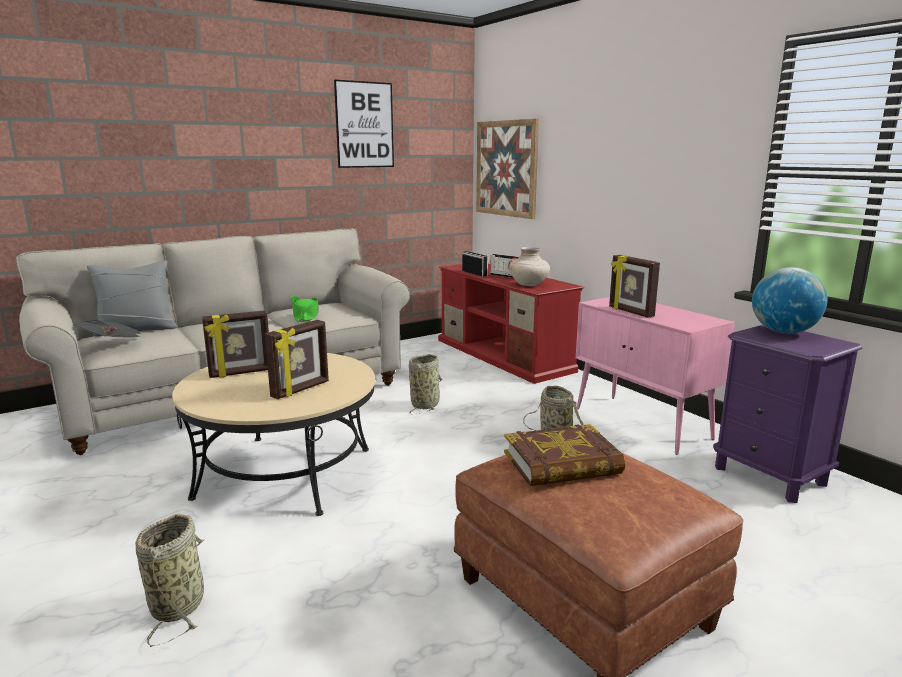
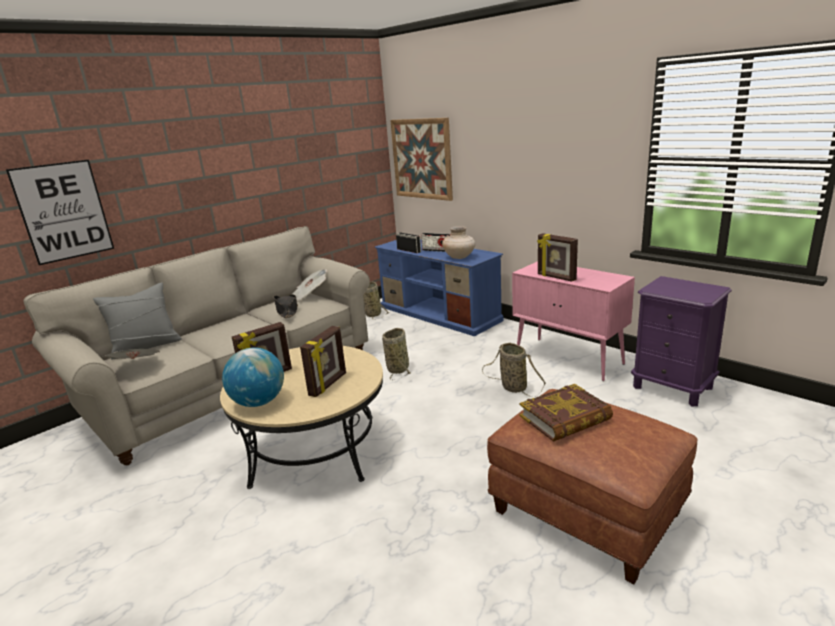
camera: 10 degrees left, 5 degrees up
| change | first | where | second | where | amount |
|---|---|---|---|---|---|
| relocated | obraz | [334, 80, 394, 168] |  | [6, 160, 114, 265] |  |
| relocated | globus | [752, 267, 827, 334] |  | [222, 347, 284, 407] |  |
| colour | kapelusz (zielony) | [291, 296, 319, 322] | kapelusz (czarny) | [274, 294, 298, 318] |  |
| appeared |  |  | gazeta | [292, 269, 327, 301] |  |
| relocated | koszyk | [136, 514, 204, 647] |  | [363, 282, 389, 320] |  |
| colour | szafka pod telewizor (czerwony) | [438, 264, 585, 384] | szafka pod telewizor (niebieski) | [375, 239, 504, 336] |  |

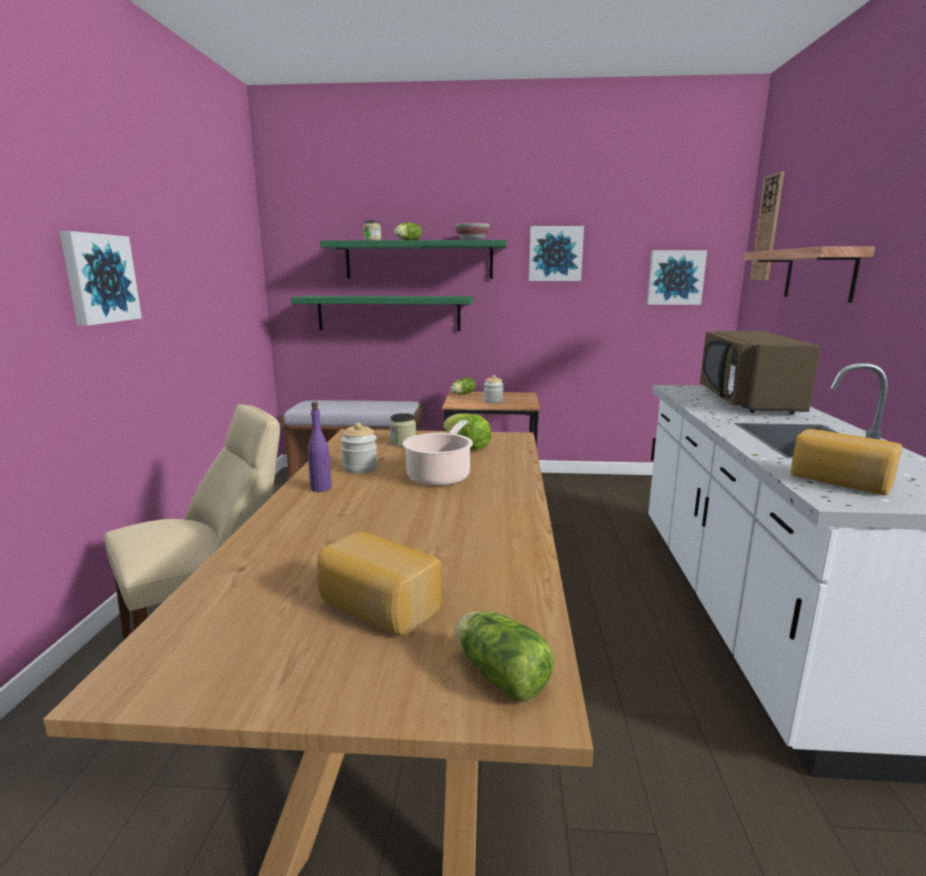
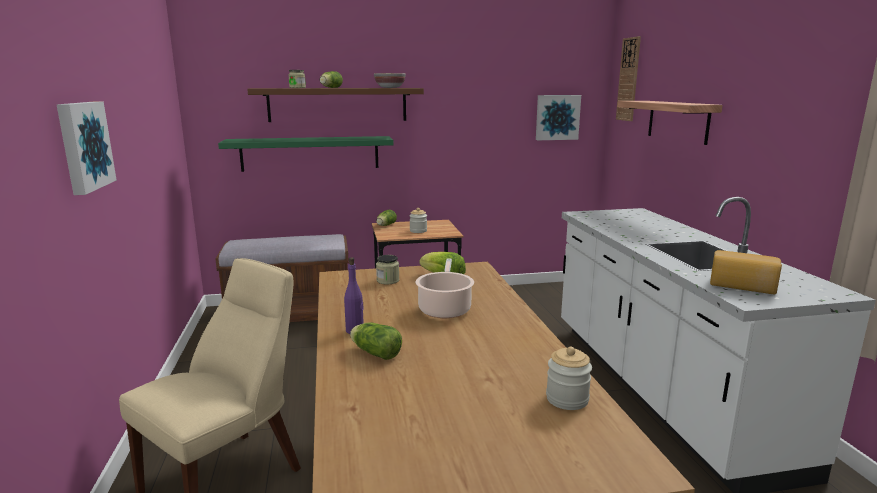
camera: 15 degrees left, 0 degrees up
| change | first | where | second | where | amount |
|---|---|---|---|---|---|
| colour | półka (zielony) | [320, 240, 507, 279] | półka (brązowy) | [247, 88, 424, 122] |  |
| relocated | sałata | [455, 611, 554, 701] |  | [350, 322, 402, 360] |  |
| relocated | słoik | [341, 423, 378, 473] |  | [546, 347, 592, 410] |  |
| missing | chleb | [317, 532, 441, 636] |  |  |  |
| missing | obraz | [529, 226, 584, 281] |  |  |  |
| missing | mikrofalówka (brązowy) | [700, 331, 821, 414] |  |  |  |

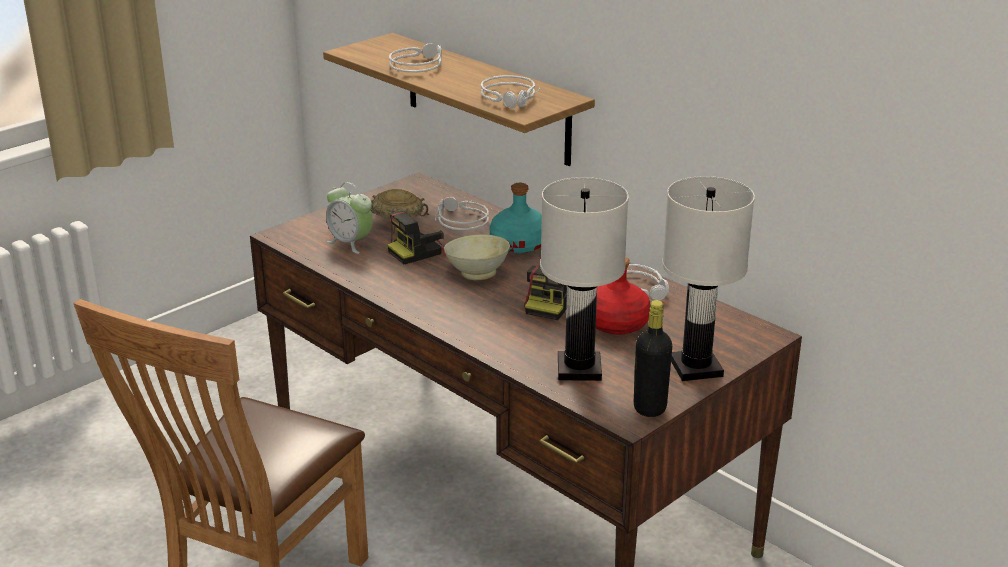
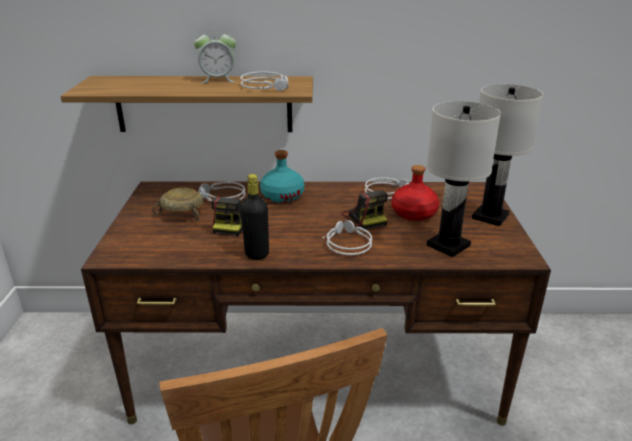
camera: 45 degrees left, 0 degrees up
| change | first | where | second | where | amount |
|---|---|---|---|---|---|
| relocated | budzik | [326, 182, 373, 254] |  | [194, 28, 236, 83] |  |
| relocated | butelka (czarny) | [634, 300, 672, 417] |  | [241, 174, 269, 260] |  |
| relocated | słuchawki (szary) | [389, 43, 442, 73] |  | [323, 220, 372, 255] |  |
| missing | miska (beżowy) | [444, 235, 510, 280] |  |  |  |

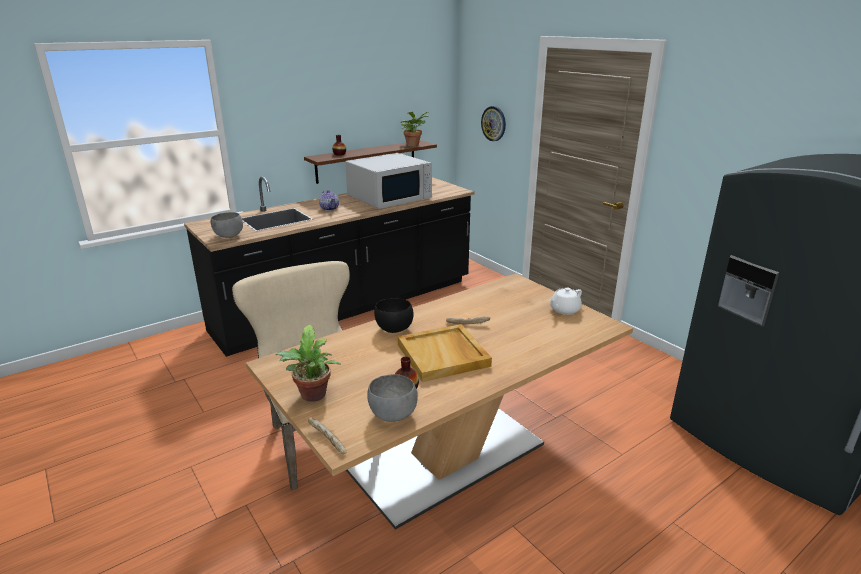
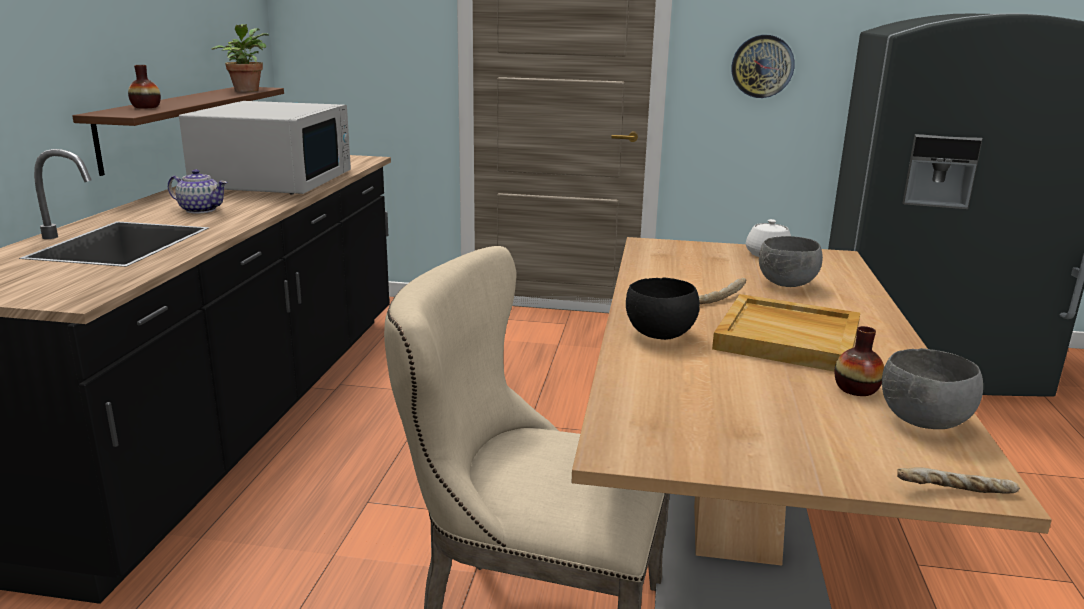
camera: 45 degrees left, 5 degrees down
| change | first | where | second | where | amount |
|---|---|---|---|---|---|
| relocated | zegar ścienny | [481, 106, 506, 141] |  | [732, 35, 795, 98] |  |
| relocated | miska (szary) | [211, 212, 243, 238] |  | [759, 236, 823, 287] |  |
| missing | roślina doniczkowa | [275, 325, 341, 402] |  |  |  |

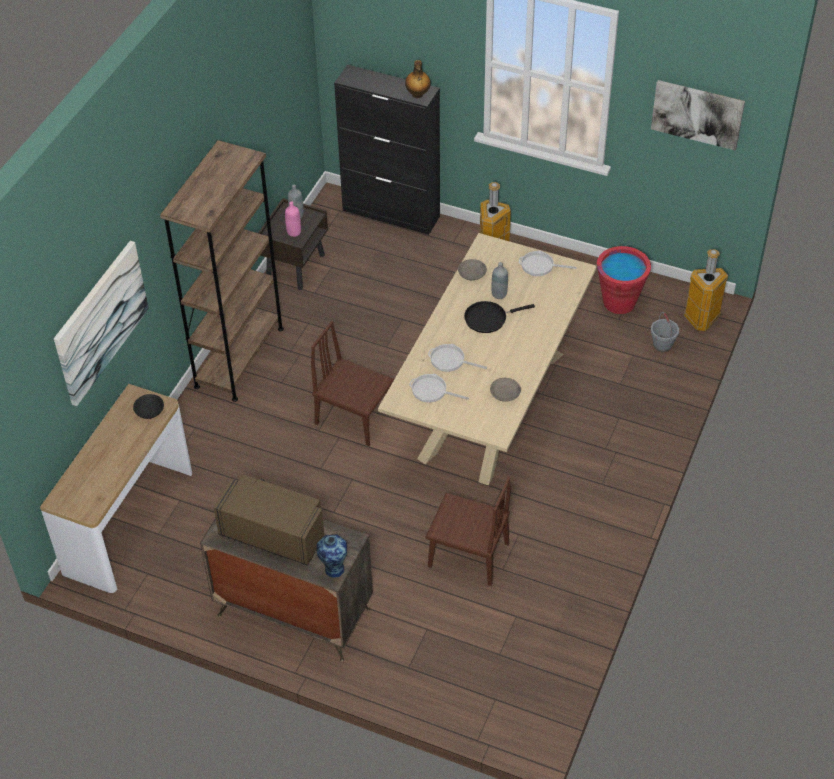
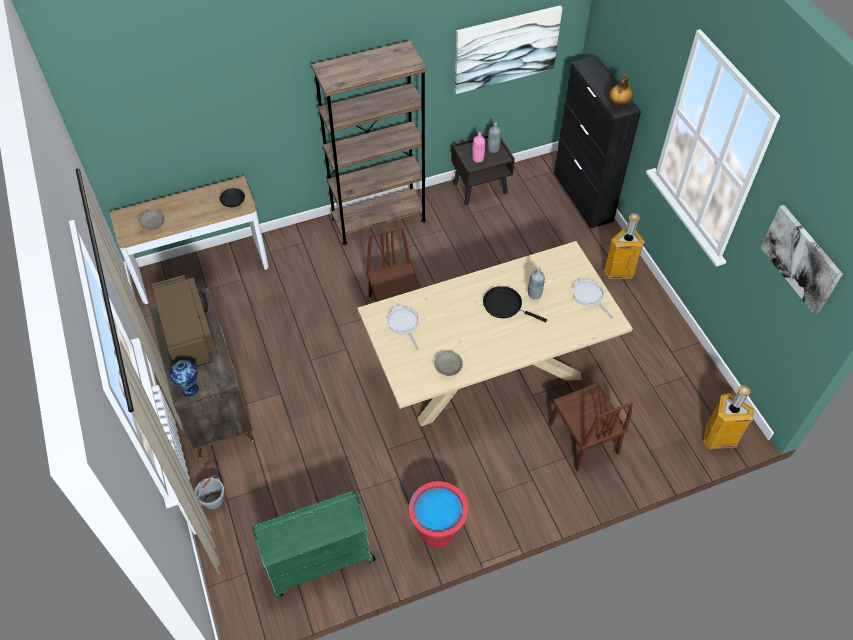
camera: 45 degrees right, 5 degrees up
| change | first | where | second | where | amount |
|---|---|---|---|---|---|
| relocated | miska (szary) | [458, 259, 487, 280] |  | [139, 210, 165, 230] |  |
| relocated | wiadro (szary) | [651, 312, 679, 352] |  | [195, 475, 225, 510] |  |
| appeared |  |  | wózek (zielony) | [252, 491, 375, 597] |  |
| relocated | wiadro (czerwony) | [597, 246, 651, 314] |  | [409, 481, 468, 548] |  |
| relocated | obraz | [54, 241, 149, 406] |  | [455, 5, 562, 94] |  |
| relocated | krzesło (brązowy) | [426, 477, 511, 586] |  | [549, 383, 633, 471] |  |
| missing | patelnia | [428, 344, 487, 372] |  |  |  |

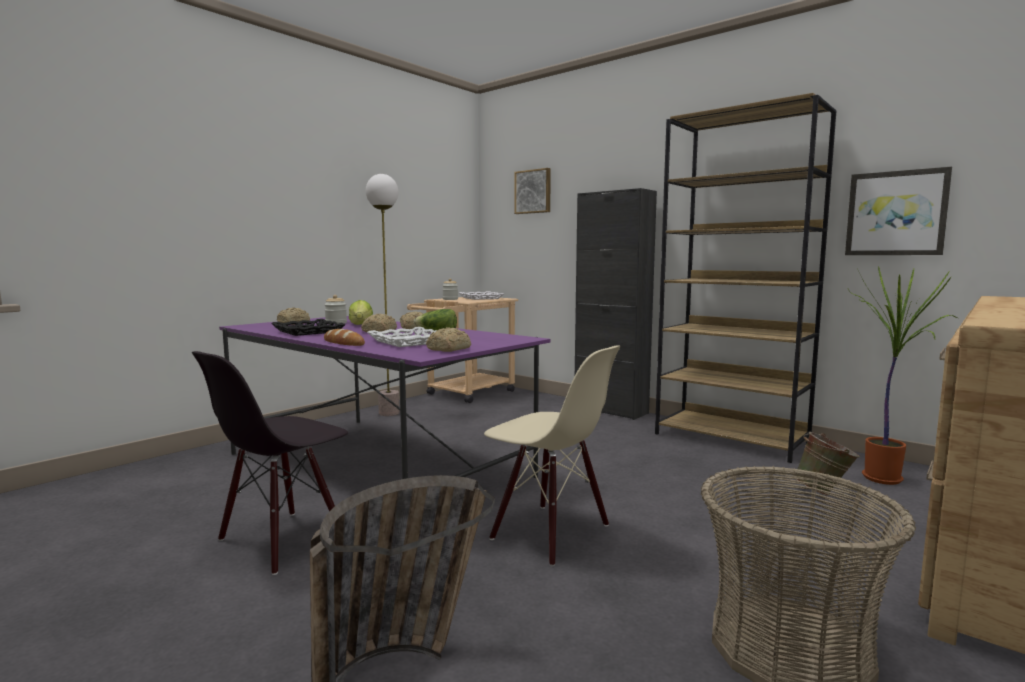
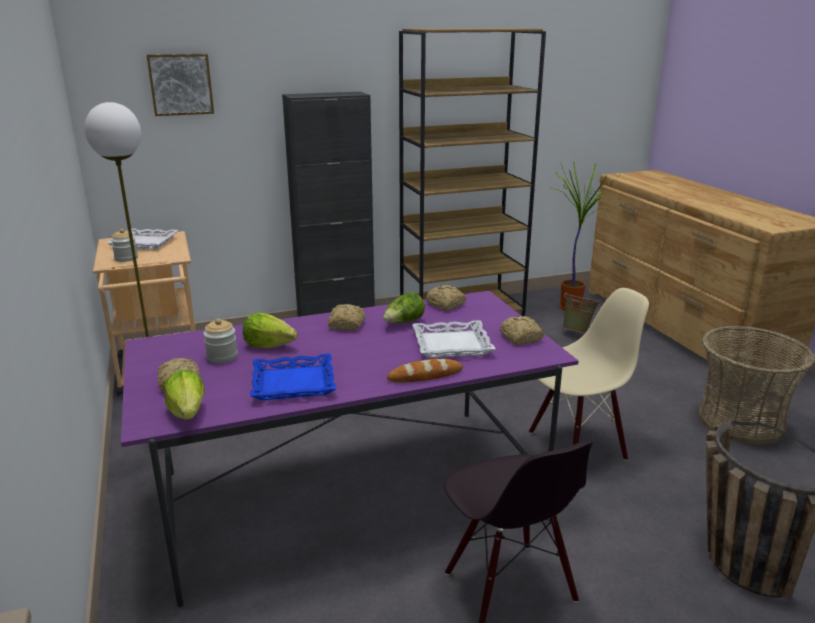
camera: 60 degrees left, 15 degrees up
| change | first | where | second | where | amount |
|---|---|---|---|---|---|
| appeared |  |  | sałata | [164, 370, 205, 420] |  |
| colour | taca (czarny) | [271, 319, 346, 336] | taca (niebieski) | [250, 354, 337, 400] |  |
| relocated | chleb | [361, 314, 397, 332] |  | [426, 285, 466, 311] |  |
| missing | obraz | [845, 167, 952, 255] |  |  |  |

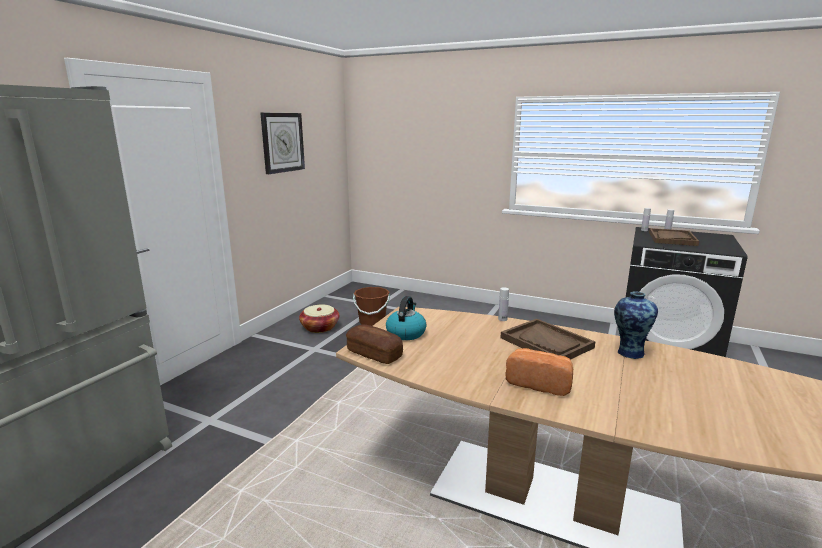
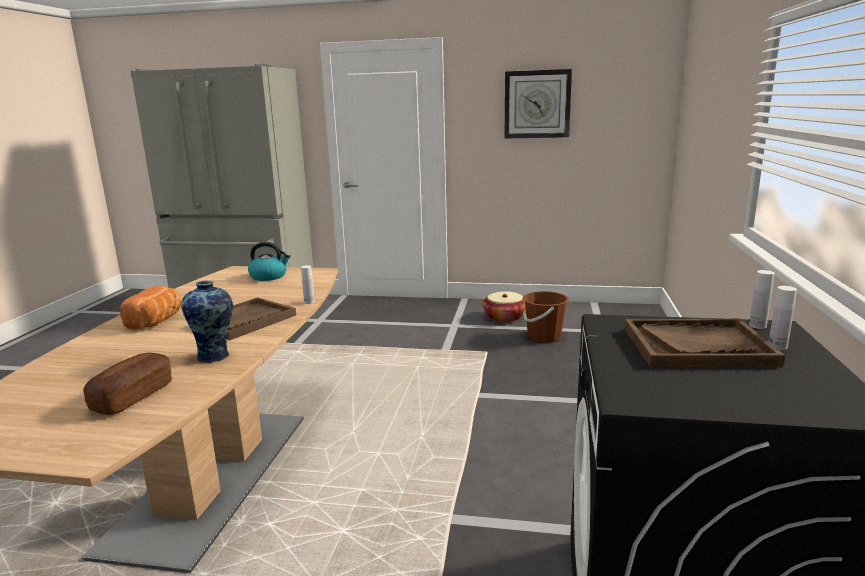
camera: 75 degrees right, 0 degrees up
| change | first | where | second | where | amount |
|---|---|---|---|---|---|
| relocated | chleb | [346, 324, 403, 364] |  | [83, 353, 172, 415] |  |

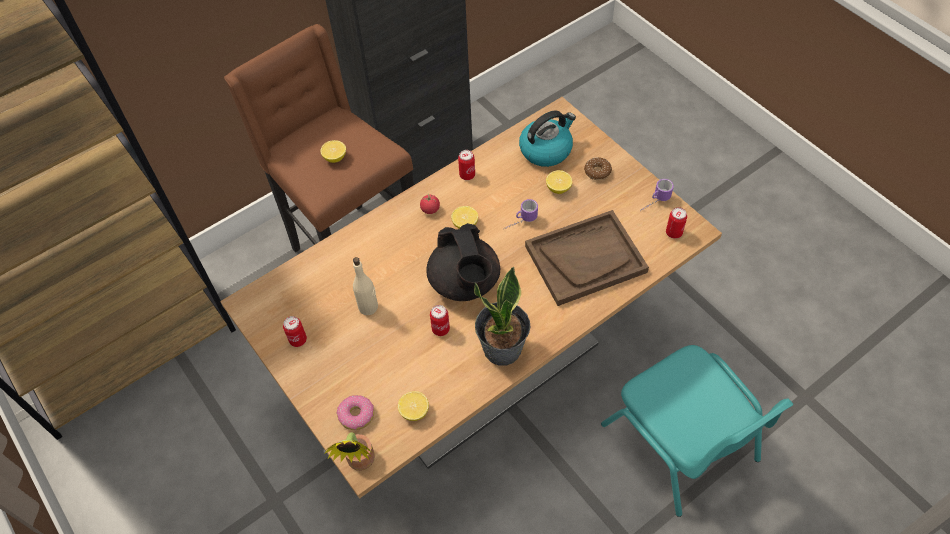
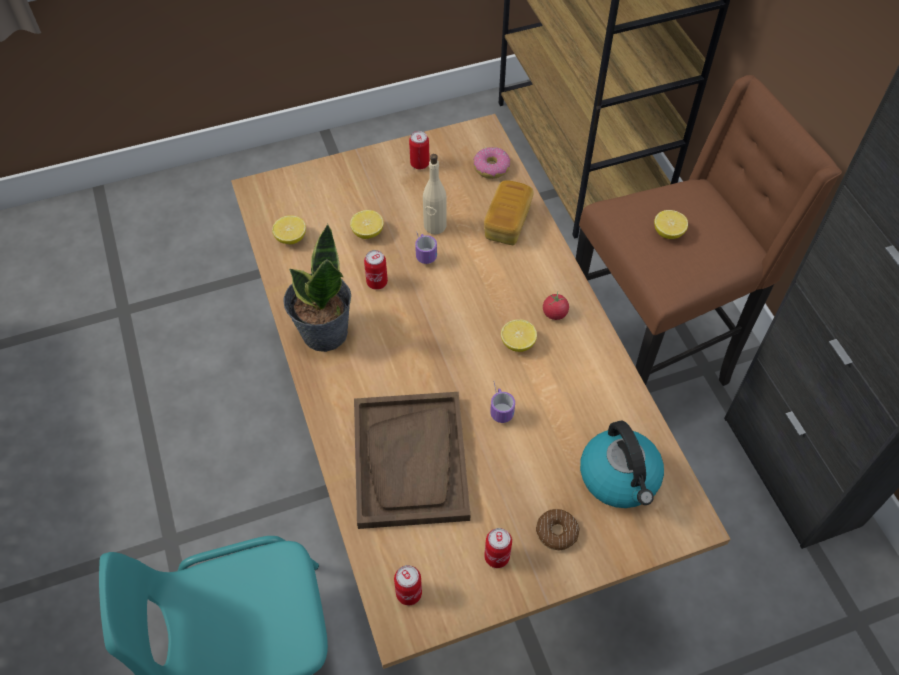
camera: 105 degrees right, 0 degrees up
| change | first | where | second | where | amount |
|---|---|---|---|---|---|
| relocated | cytryna | [546, 170, 572, 194] |  | [350, 210, 384, 239] |  |
| relocated | kubek | [640, 179, 674, 211] |  | [415, 231, 437, 264] |  |
| relocated | donut | [337, 395, 374, 430] |  | [473, 147, 510, 179] |  |
| appeared |  |  | chleb | [484, 181, 534, 245] |  |
| relocated | puszka | [458, 150, 475, 180] |  | [484, 528, 512, 568] |  |
| missing | roślina doniczkowa | [323, 432, 375, 471] |  |  |  |
| missing | imbryk (czarny) | [426, 223, 500, 301] |  |  |  |

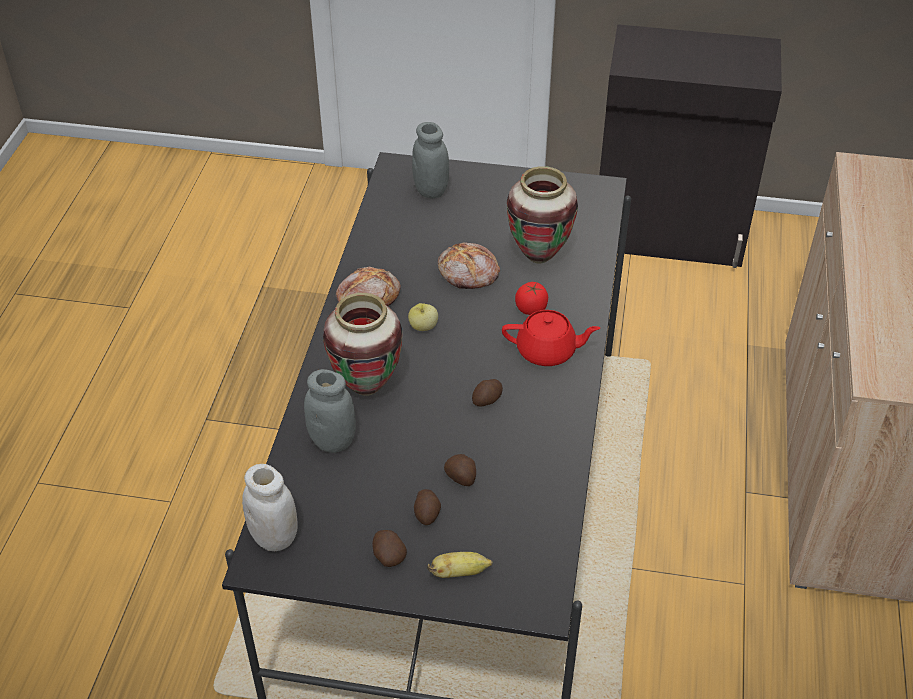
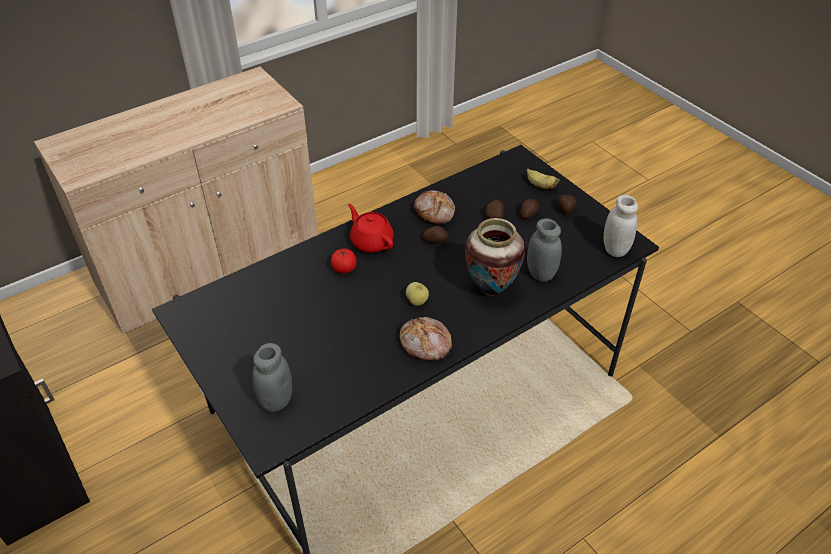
camera: 135 degrees left, 0 degrees up
| change | first | where | second | where | amount |
|---|---|---|---|---|---|
| relocated | chleb | [438, 242, 500, 289] |  | [414, 190, 455, 224] |  |
| missing | wazon | [507, 166, 578, 263] |  |  |  |

